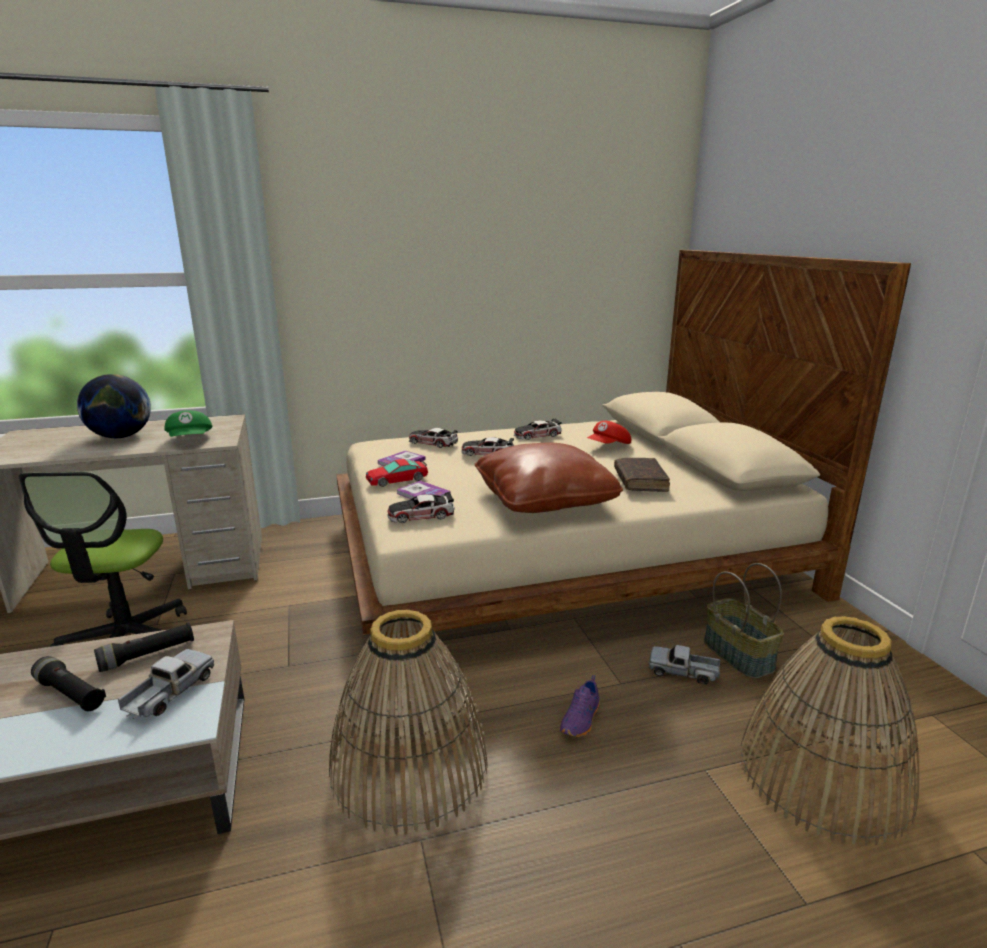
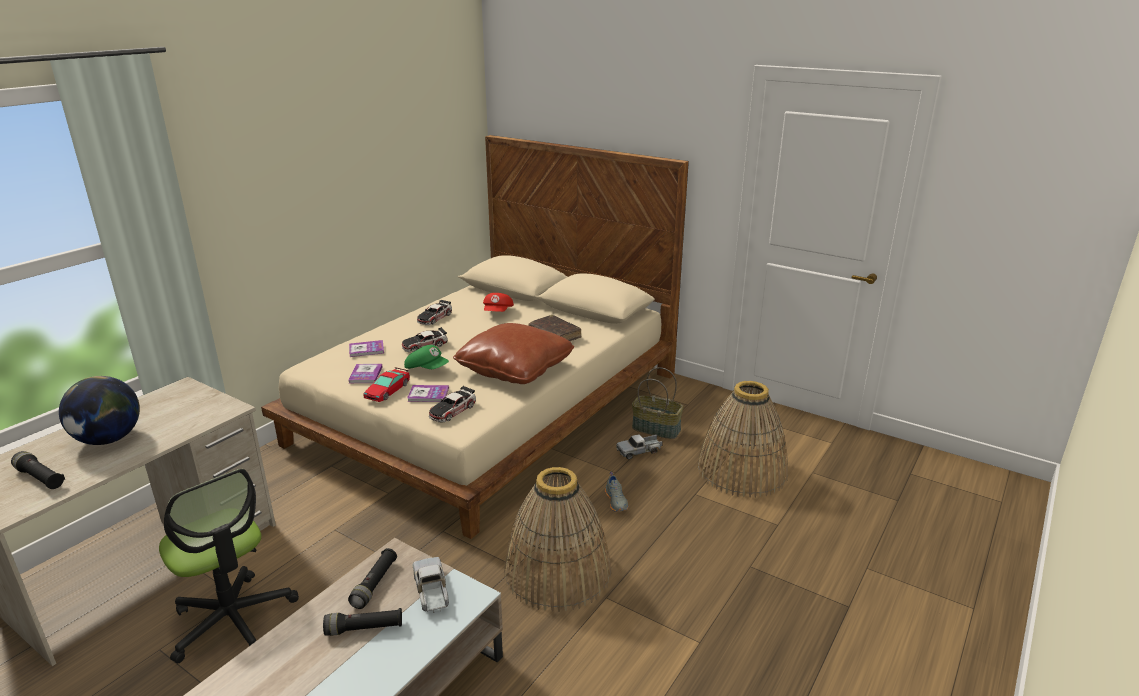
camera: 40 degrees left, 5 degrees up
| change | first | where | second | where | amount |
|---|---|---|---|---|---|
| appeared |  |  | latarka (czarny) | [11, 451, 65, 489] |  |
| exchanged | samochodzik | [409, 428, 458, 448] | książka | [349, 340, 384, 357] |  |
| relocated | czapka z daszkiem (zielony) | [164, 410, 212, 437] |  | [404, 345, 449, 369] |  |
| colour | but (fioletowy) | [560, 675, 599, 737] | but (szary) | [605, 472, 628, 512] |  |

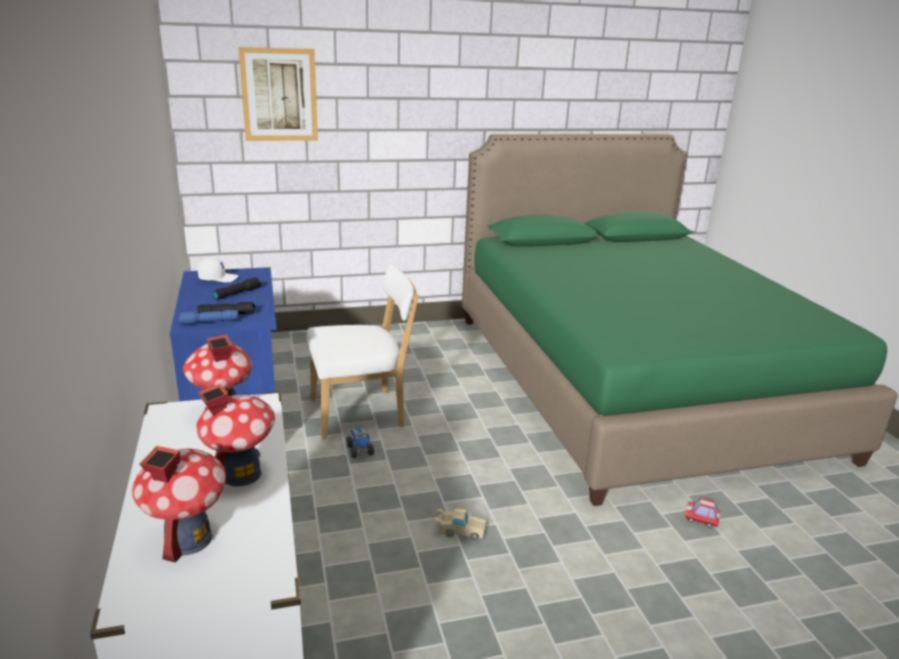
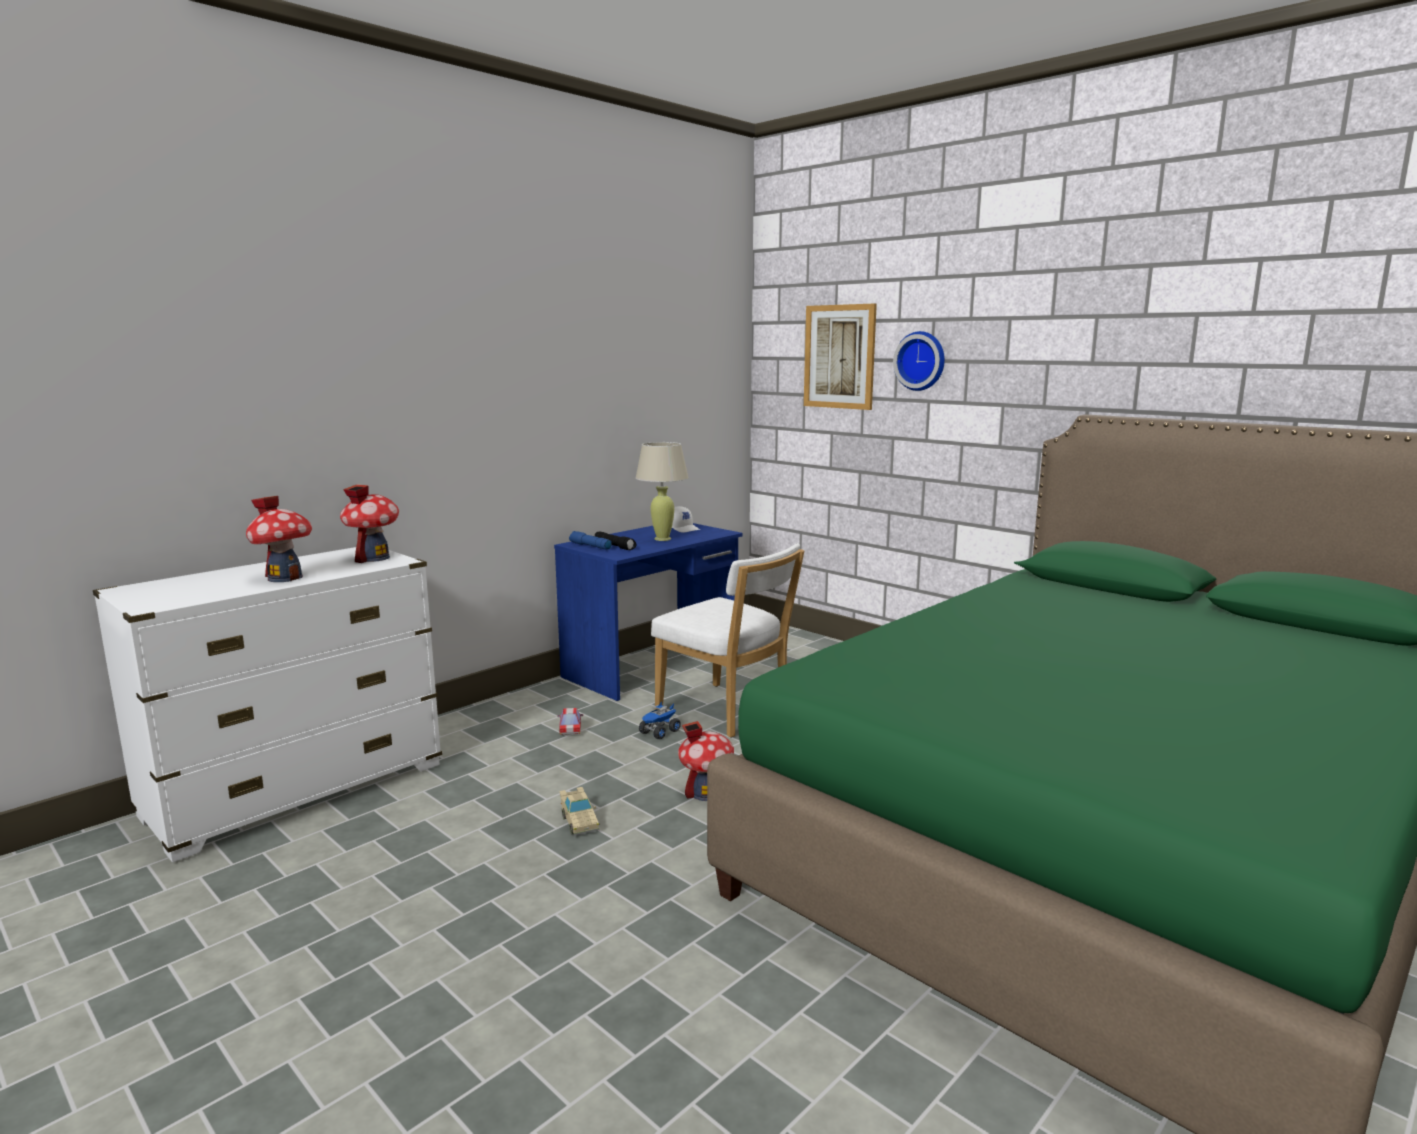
camera: 60 degrees right, 10 degrees down
| change | first | where | second | where | amount |
|---|---|---|---|---|---|
| relocated | samochodzik | [684, 498, 721, 528] |  | [557, 708, 583, 735] |  |
| exchanged | latarka (czarny) | [213, 277, 262, 300] | lampa stołowa (beżowy) | [635, 442, 689, 541] |  |
| relocated | domek | [132, 446, 226, 563] |  | [678, 721, 734, 801] |  |
| appeared |  |  | zegar ścienny | [893, 331, 945, 391] |  |

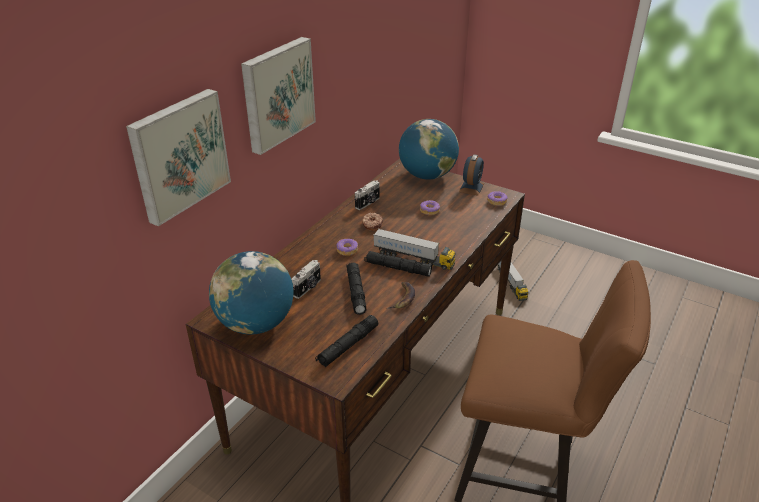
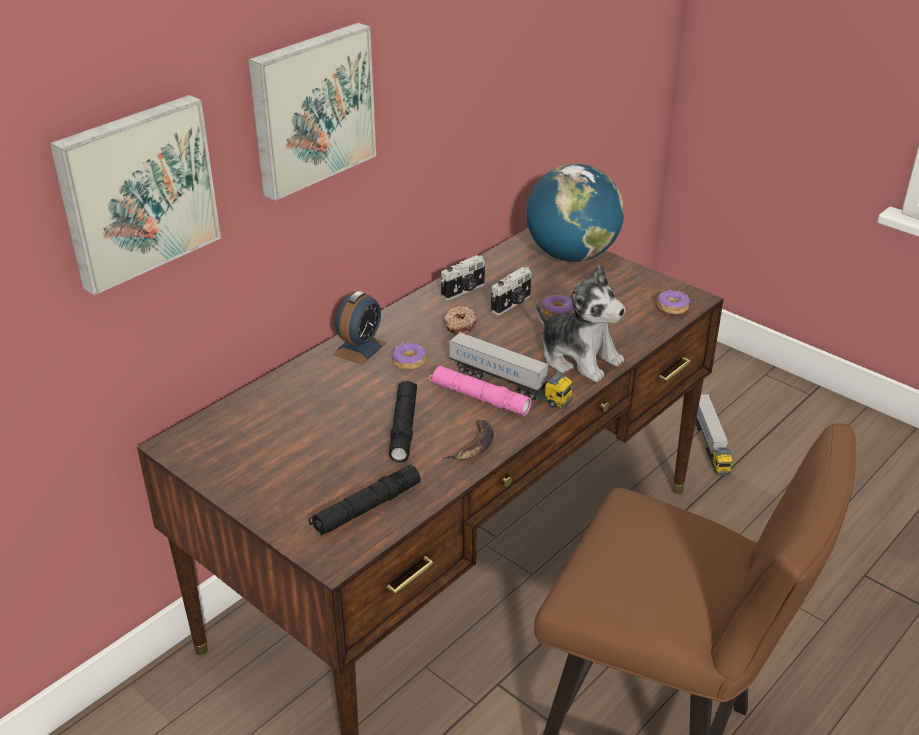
camera: 10 degrees right, 0 degrees up
| change | first | where | second | where | amount |
|---|---|---|---|---|---|
| relocated | budzik | [459, 154, 484, 196] |  | [333, 291, 387, 365] |  |
| colour | latarka (czarny) | [364, 251, 432, 277] | latarka (różowy) | [429, 366, 532, 416] |  |
| relocated | aparat fotograficzny | [291, 260, 321, 299] |  | [491, 267, 531, 315] |  |
| appeared |  |  | pluszak | [536, 265, 626, 382] |  |
| missing | globus | [209, 251, 293, 335] |  |  |  |

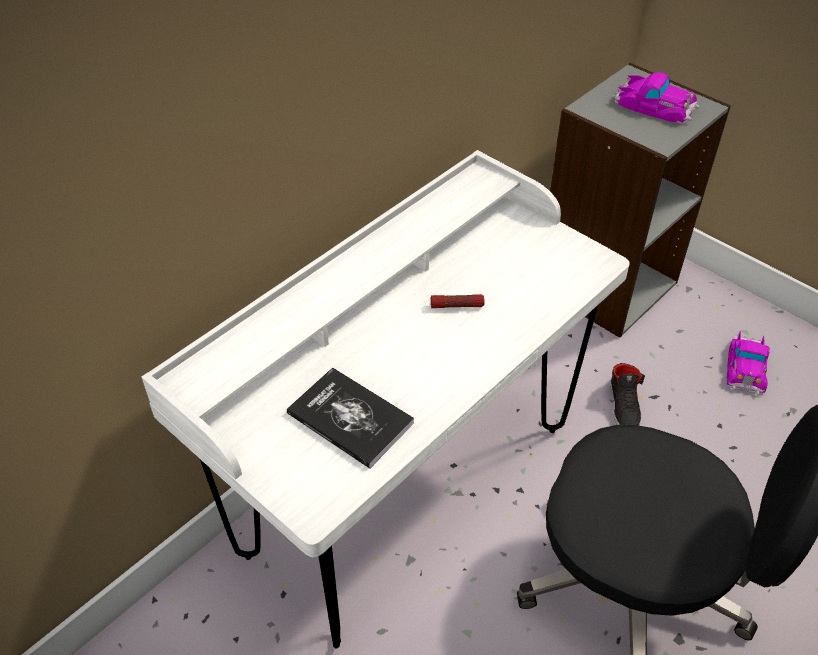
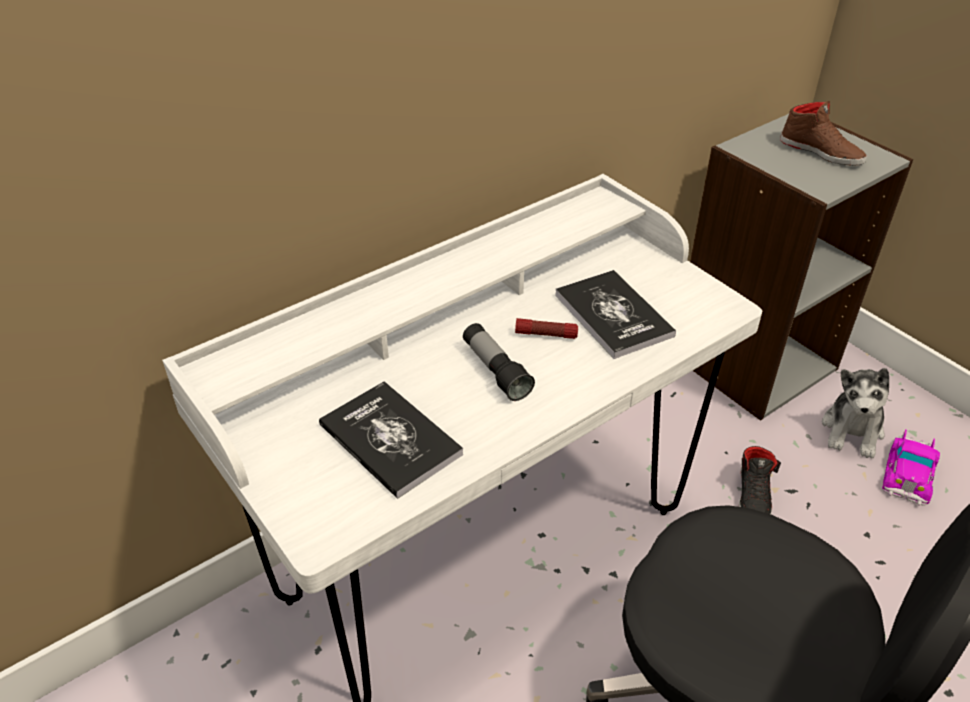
camera: 10 degrees right, 5 degrees down
| change | first | where | second | where | amount |
|---|---|---|---|---|---|
| appeared |  |  | latarka | [463, 323, 535, 401] |  |
| appeared |  |  | książka | [555, 270, 676, 359] |  |
| exchanged | samochodzik | [612, 72, 700, 124] | but (brązowy) | [780, 101, 867, 166] |  |
| appeared |  |  | pluszak | [822, 368, 889, 459] |  |

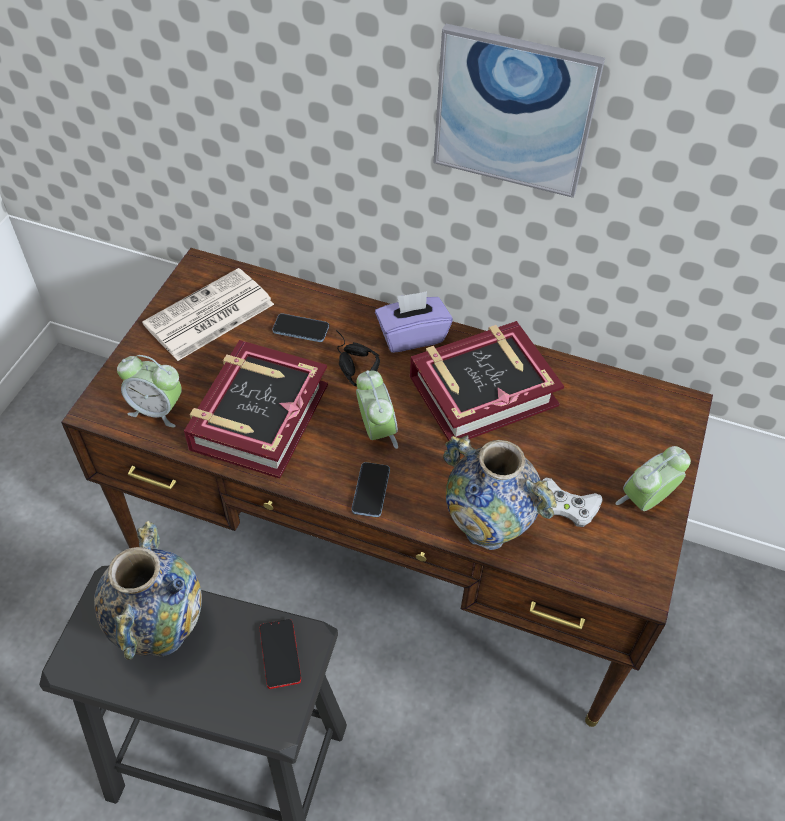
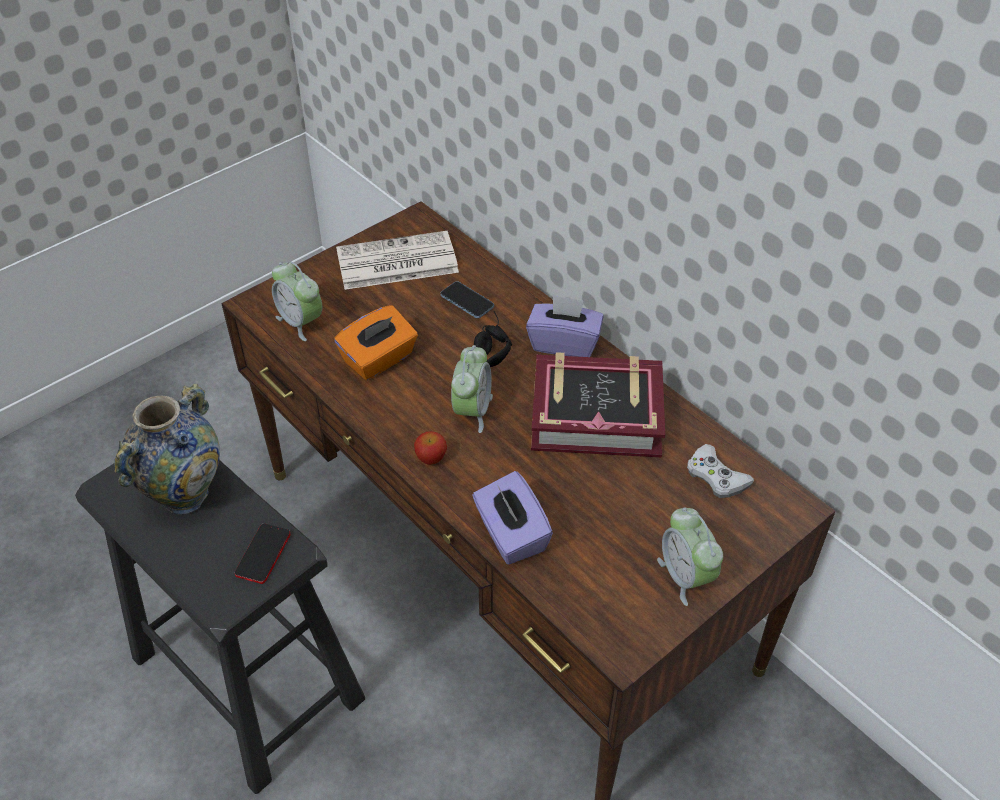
camera: 30 degrees right, 5 degrees down
| change | first | where | second | where | amount |
|---|---|---|---|---|---|
| exchanged | książka | [184, 340, 328, 479] | pudełko chusteczek (pomarańczowy) | [334, 305, 418, 380] |  |
| exchanged | telefon | [352, 462, 390, 517] | jabłko | [414, 431, 447, 465] |  |
| exchanged | wazon | [443, 435, 557, 550] | pudełko chusteczek (fioletowy) | [472, 471, 553, 564] |  |
| spun | budzik | [616, 446, 691, 511] |  | [657, 507, 723, 606] | 105 degrees counterclockwise |
| relocated | pad do gier (biały) | [542, 478, 603, 527] |  | [687, 444, 754, 498] |  |
| missing | obraz | [433, 24, 605, 198] |  |  |  |

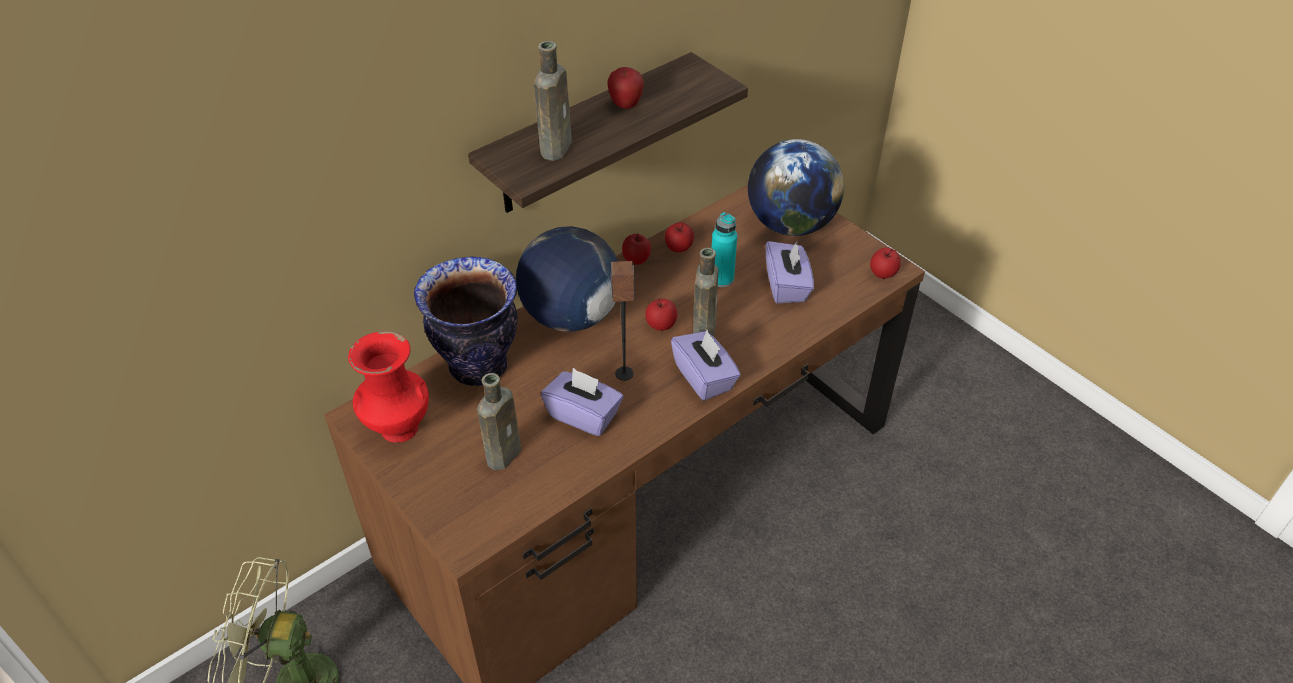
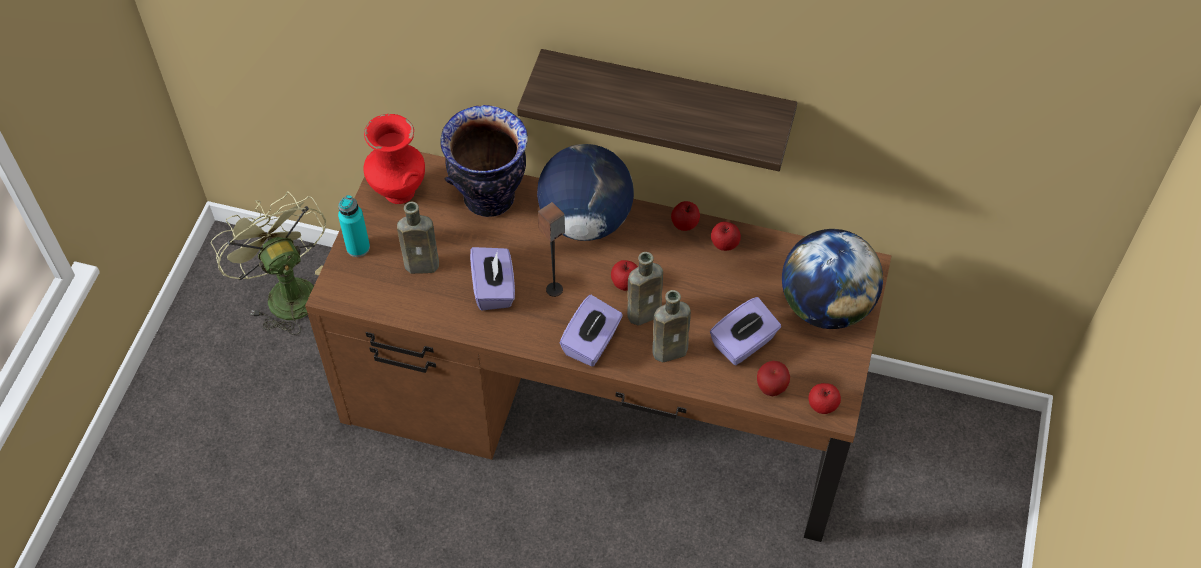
camera: 55 degrees right, 10 degrees up
| change | first | where | second | where | amount |
|---|---|---|---|---|---|
| relocated | butelka (turkusowy) | [712, 212, 737, 287] |  | [338, 195, 370, 257] |  |
| relocated | butelka (brązowy) | [534, 41, 572, 161] |  | [652, 290, 691, 362] |  |
| relocated | jabłko | [608, 67, 644, 109] |  | [757, 361, 790, 396] |  |

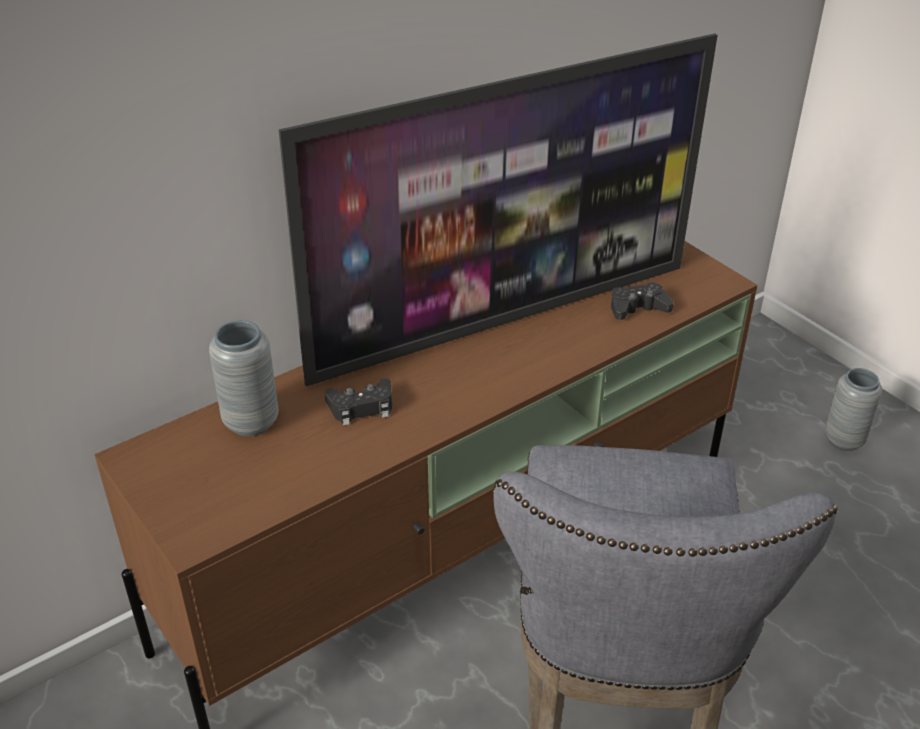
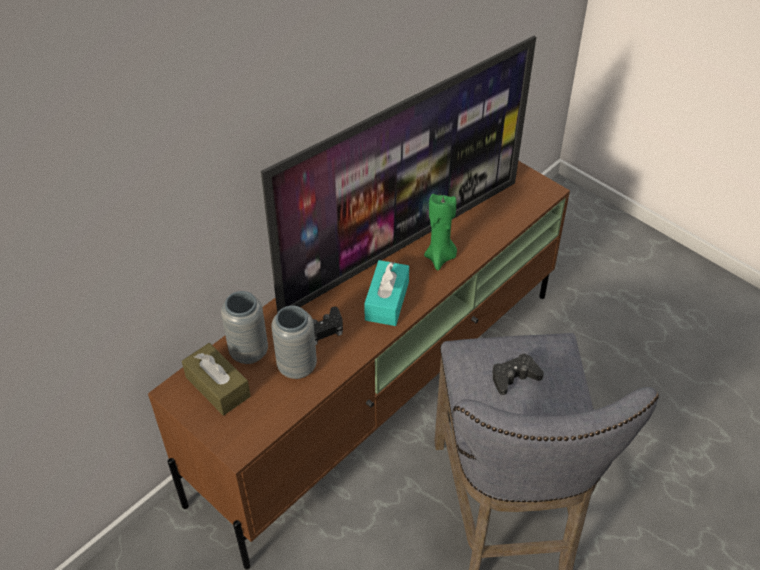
camera: 10 degrees left, 10 degrees up
| change | first | where | second | where | amount |
|---|---|---|---|---|---|
| appeared |  |  | pudełko chusteczek (brązowy) | [182, 343, 250, 416] |  |
| relocated | wazon (szary) | [825, 368, 882, 451] |  | [271, 306, 317, 379] |  |
| appeared |  |  | pudełko chusteczek (turkusowy) | [364, 260, 409, 326] |  |
| appeared |  |  | świeca (zielony) | [424, 194, 457, 271] |  |
| relocated | pad do gier (czarny) | [611, 282, 673, 320] |  | [492, 353, 544, 395] |  |

